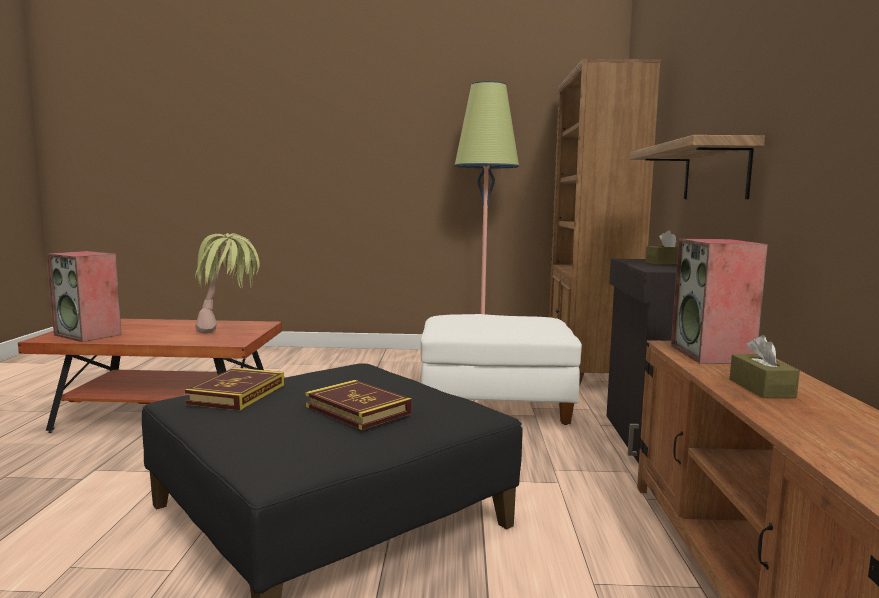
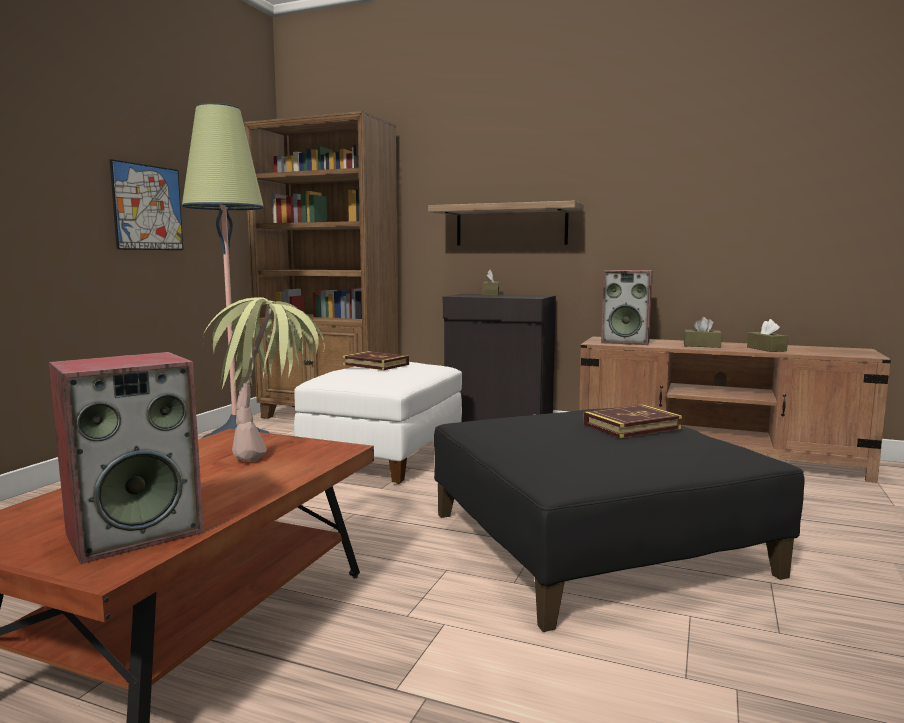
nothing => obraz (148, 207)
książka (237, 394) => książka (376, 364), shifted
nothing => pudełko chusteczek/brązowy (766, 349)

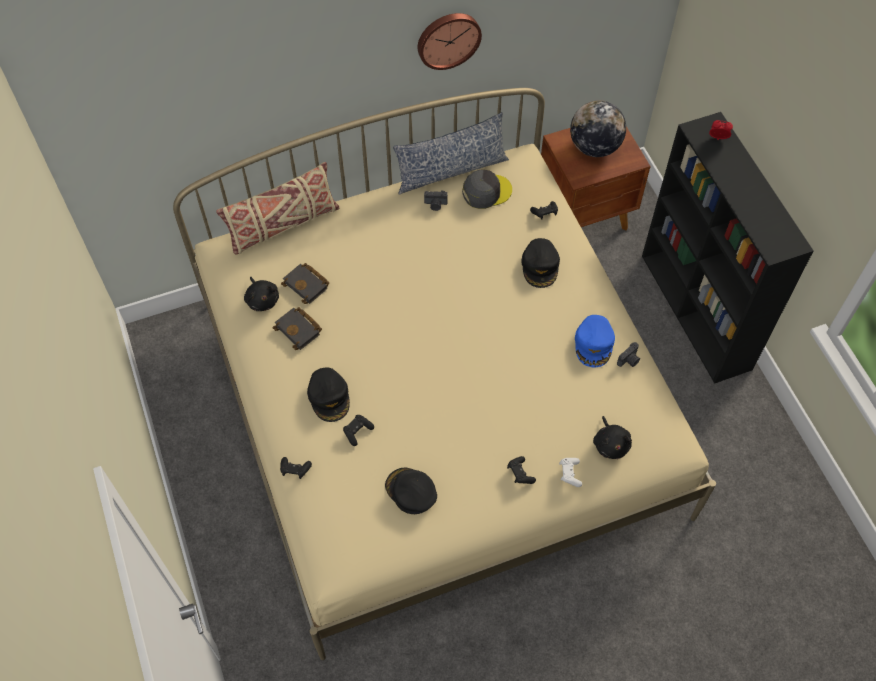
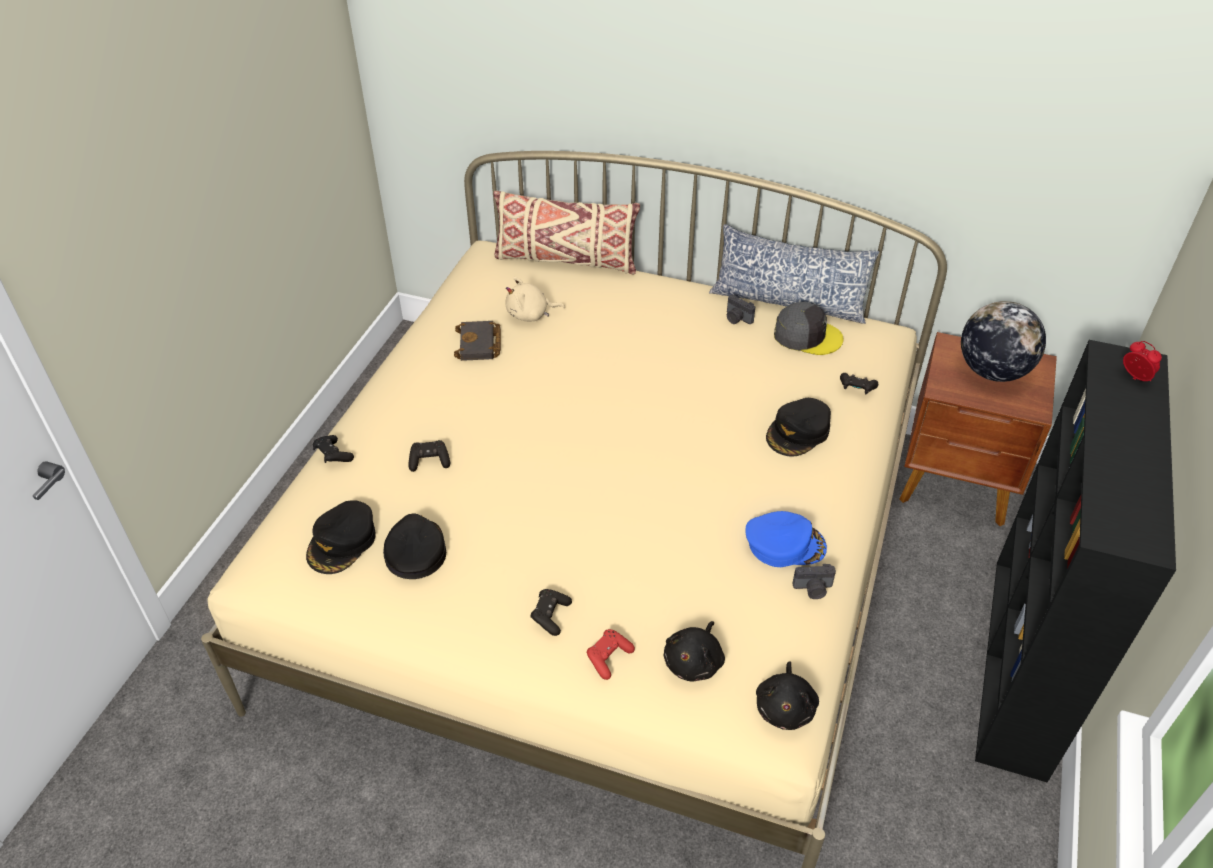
czapka z daszkiem/czarny (329, 397) => czapka z daszkiem/czarny (342, 542), shifted
książka/czarny (307, 285) => pluszak/beżowy (531, 314)
pad do gier/biały (570, 474) => pad do gier/czerwony (608, 658)
czapka z daszkiem/niebieski (594, 344) => czapka z daszkiem/niebieski (784, 544), 135 degrees counterclockwise
pluszak/czarny (262, 299) => pluszak/czarny (785, 707), shifted
zegar ścienny (448, 39) => nothing

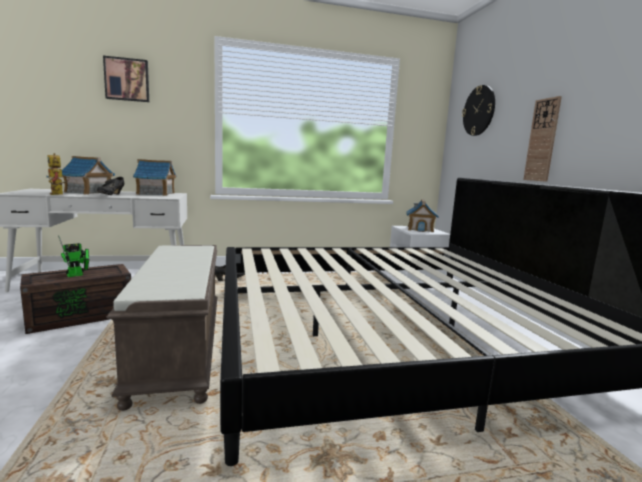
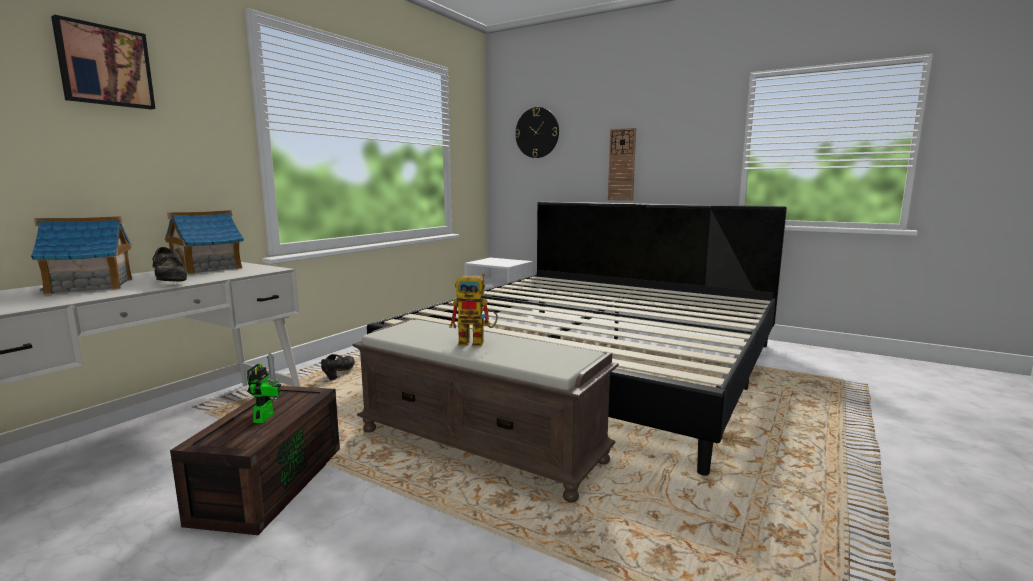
robot zabawkowy (58, 194) => robot zabawkowy (477, 342), shifted
domek (420, 229) => nothing

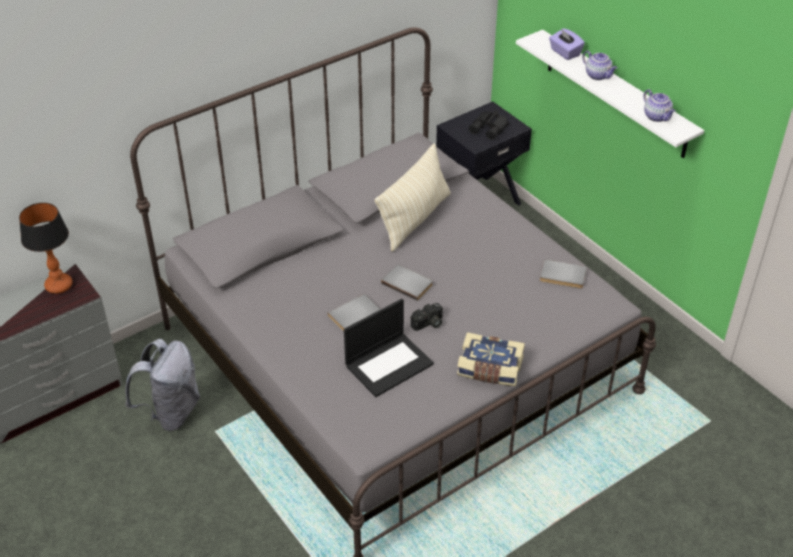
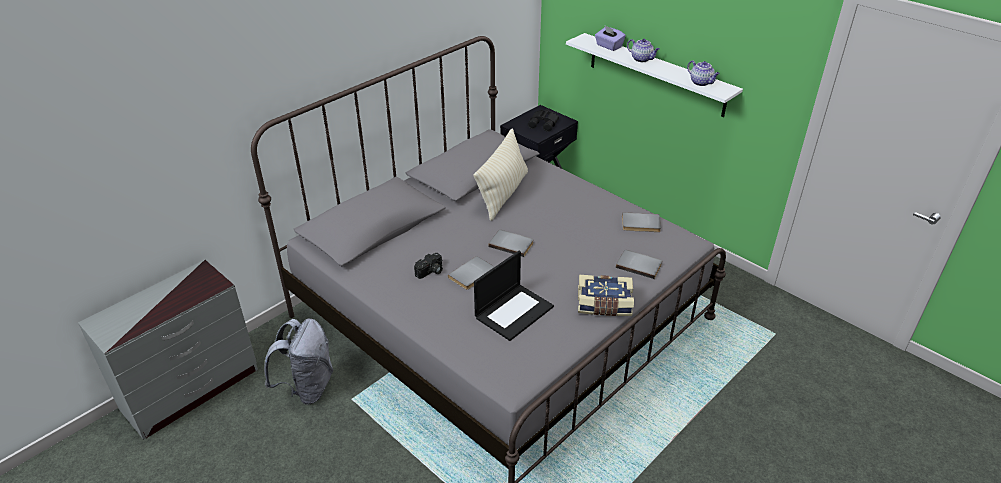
aparat fotograficzny (428, 324) => aparat fotograficzny (430, 272), shifted
nothing => książka/szary (639, 265)
lampa stołowa (59, 286) => nothing

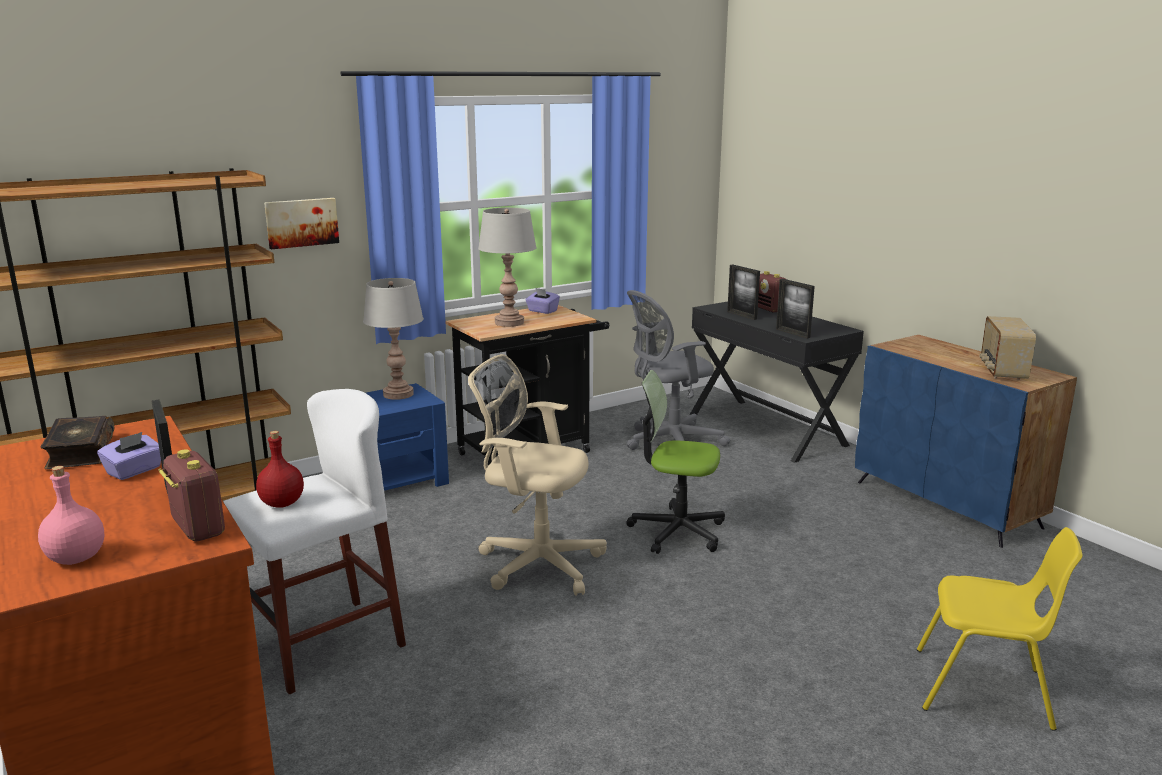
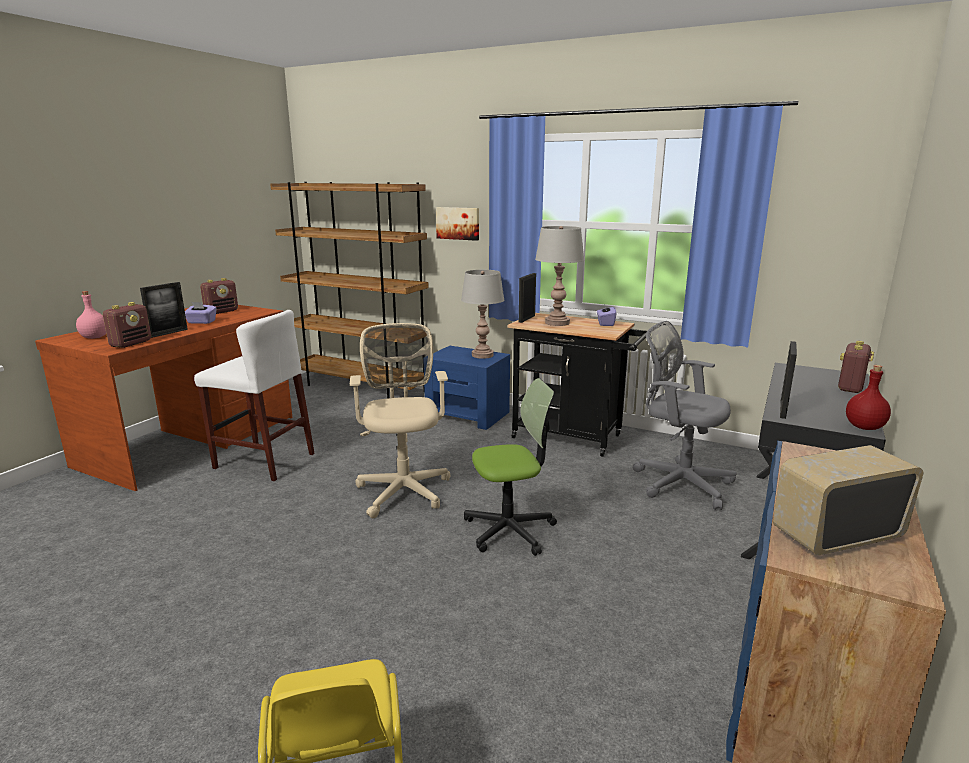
książka (79, 452) => radio (221, 311)
krzesło biurowe (677, 531) => krzesło biurowe (509, 530), 90 degrees clockwise
ramka na zdjęcie (741, 315) => ramka na zdjęcie (527, 319), shifted
butelka/czerwony (283, 503) => butelka/czerwony (865, 427), shifted

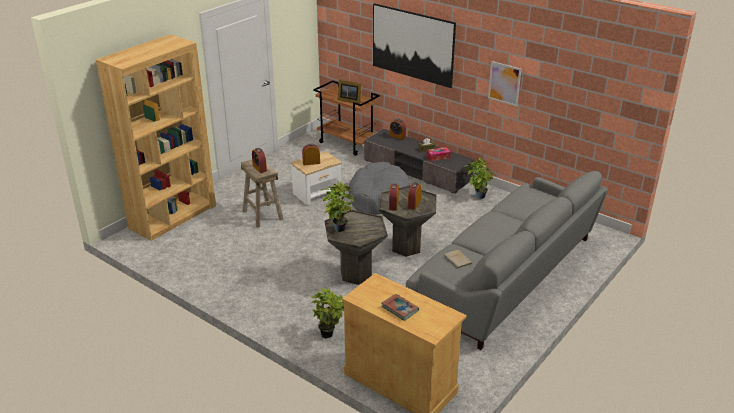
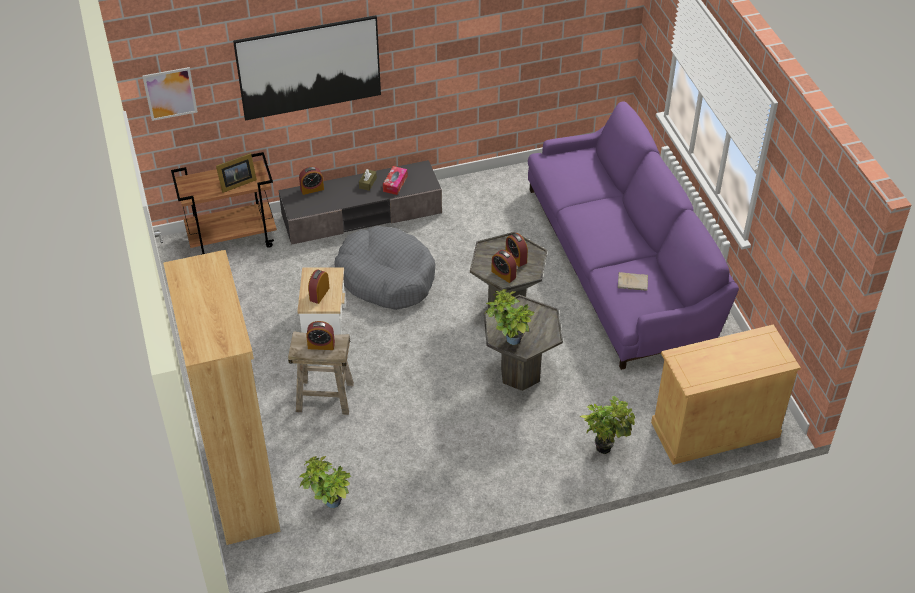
obraz (504, 83) => obraz (170, 93), shifted
roślina doniczkowa (478, 196) => roślina doniczkowa (328, 504), shifted
kanapa/szary (506, 276) => kanapa/fioletowy (620, 264)
książka (400, 309) => nothing

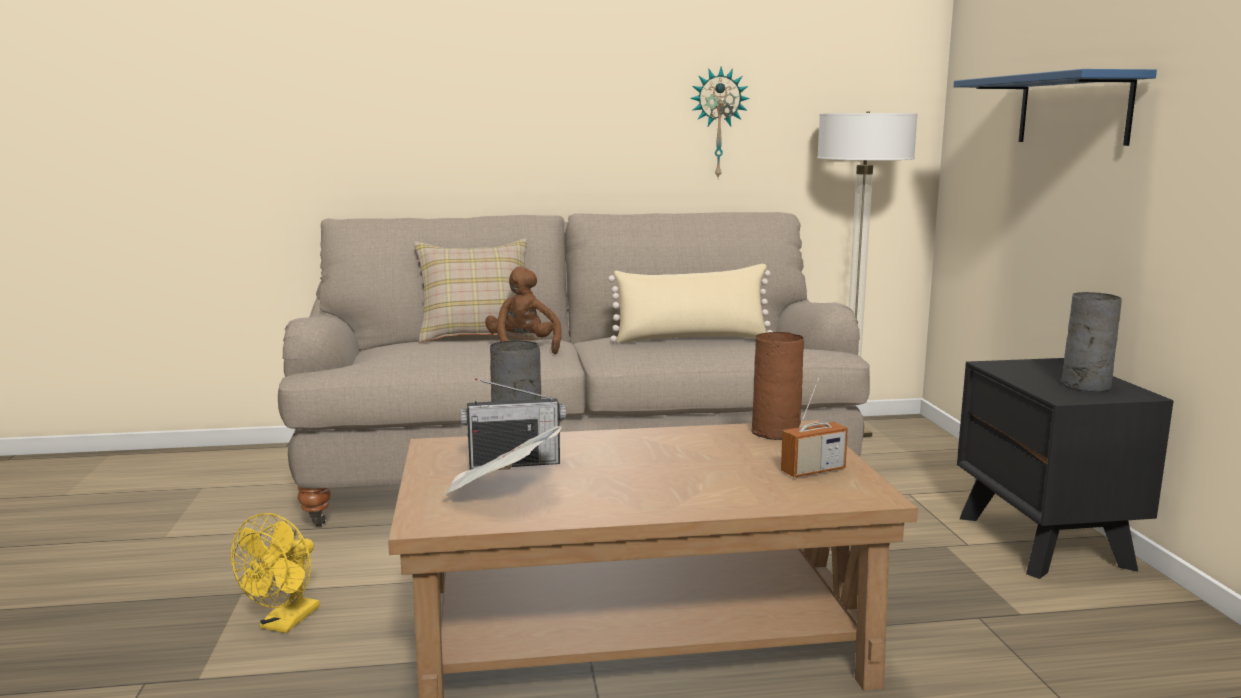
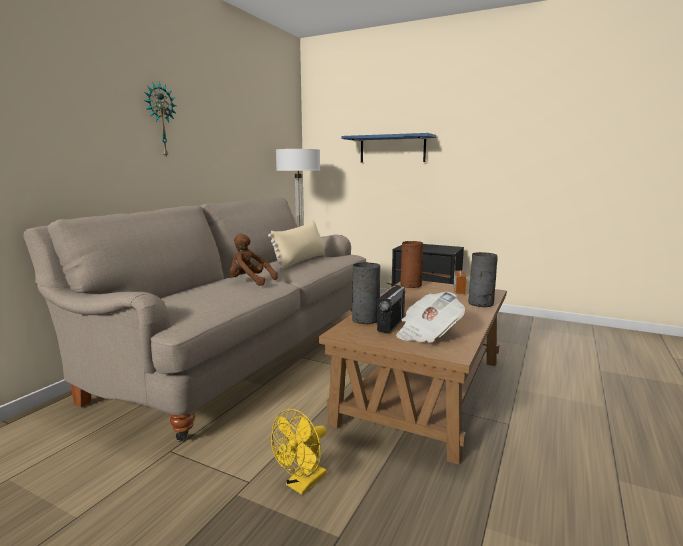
zegar ścienny (718, 123) => zegar ścienny (160, 120), shifted
wentylator/żółty (285, 623) => wentylator/żółty (302, 484), 75 degrees clockwise
wazon/szary (1084, 386) => wazon/szary (480, 303), shifted
poduszka/beżowy (476, 335) => nothing

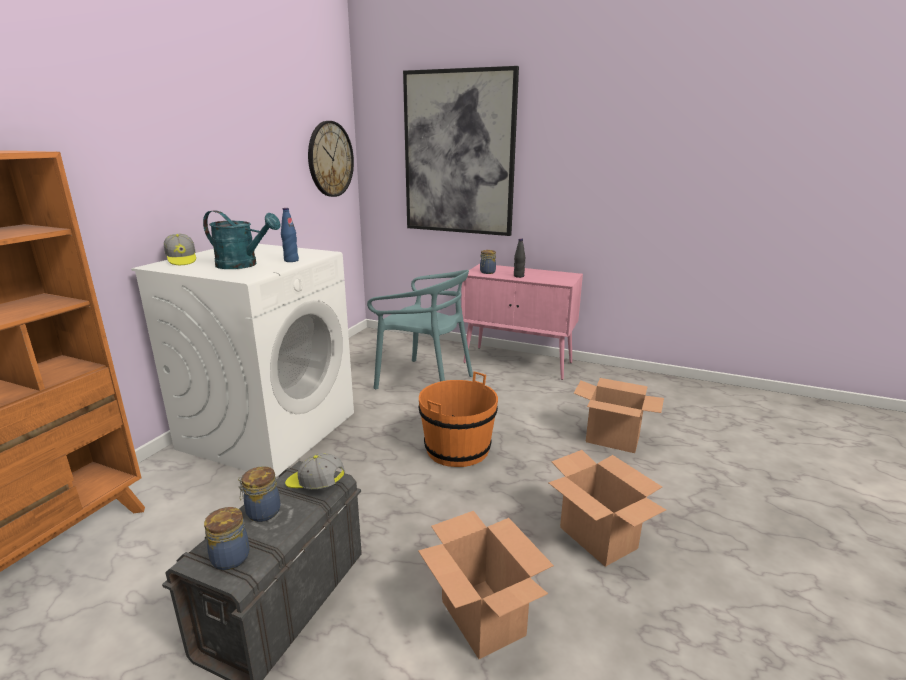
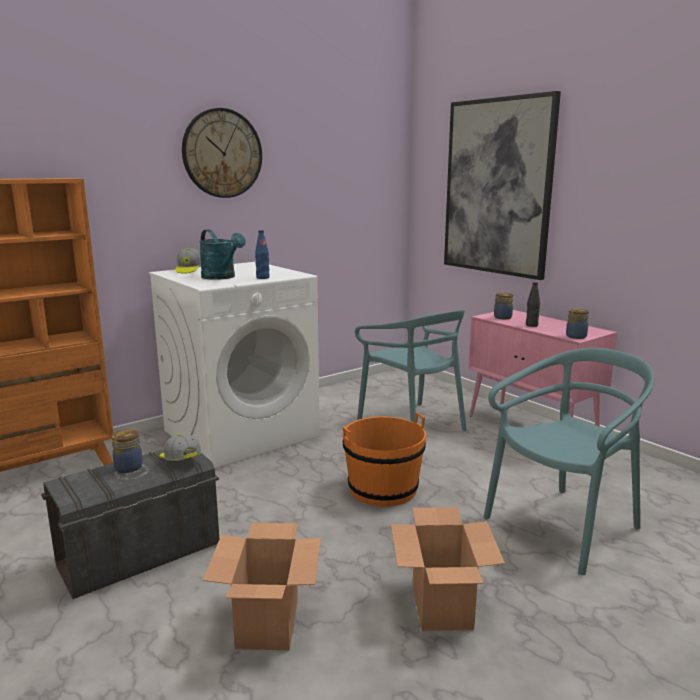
zegar ścienny (330, 159) => zegar ścienny (222, 153), shifted
karton (613, 439) => krzesło/turkusowy (564, 527)
słoik (229, 557) => słoik (575, 336), shifted

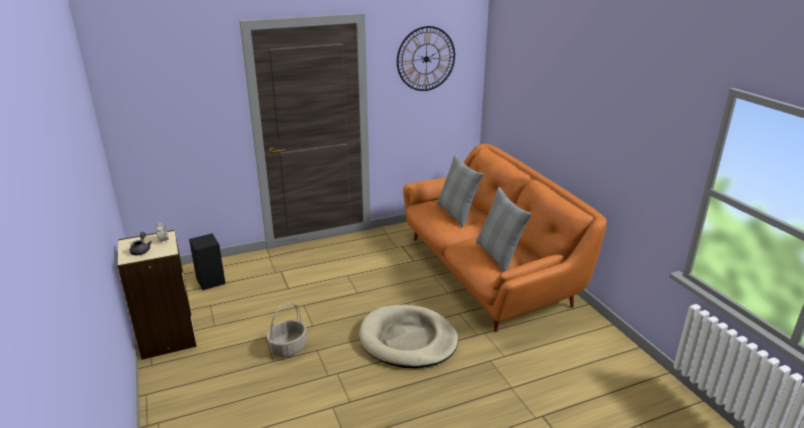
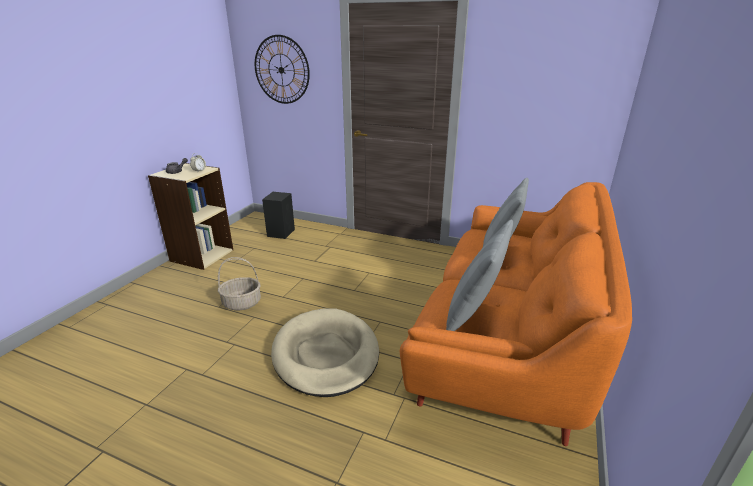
zegar ścienny (426, 59) => zegar ścienny (281, 70), shifted

